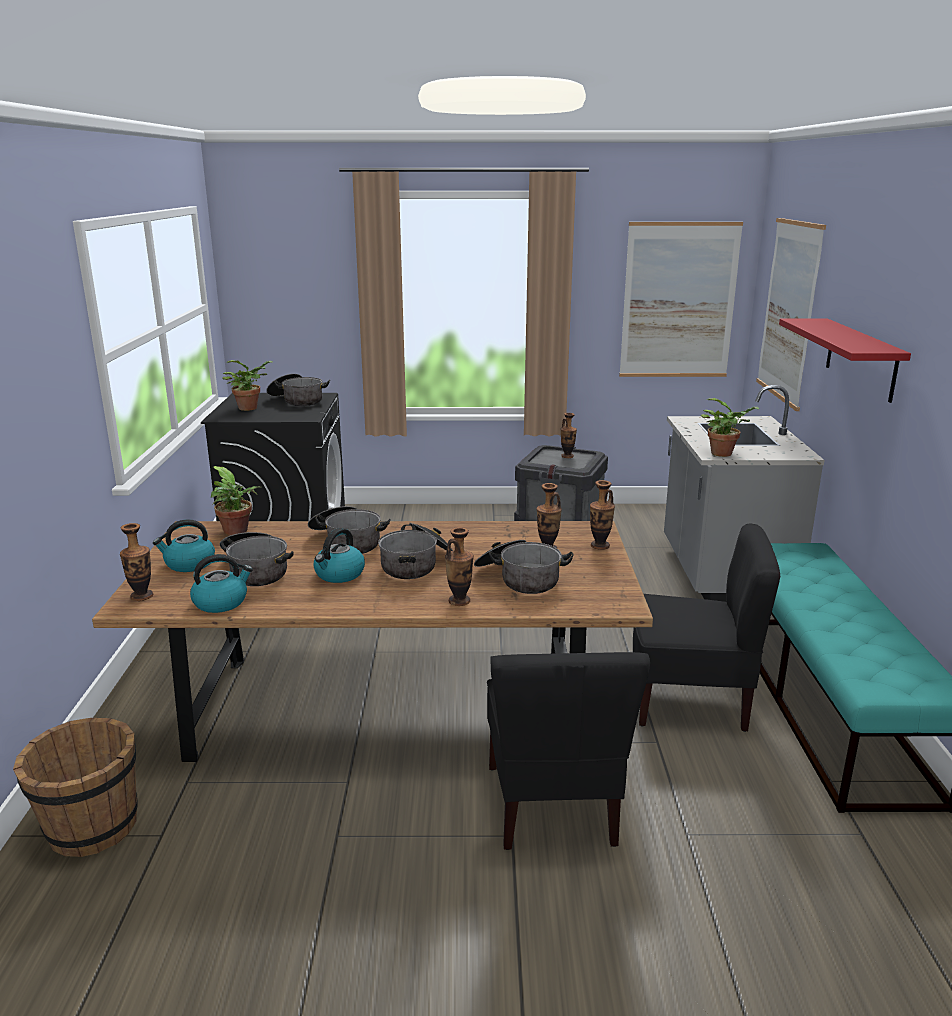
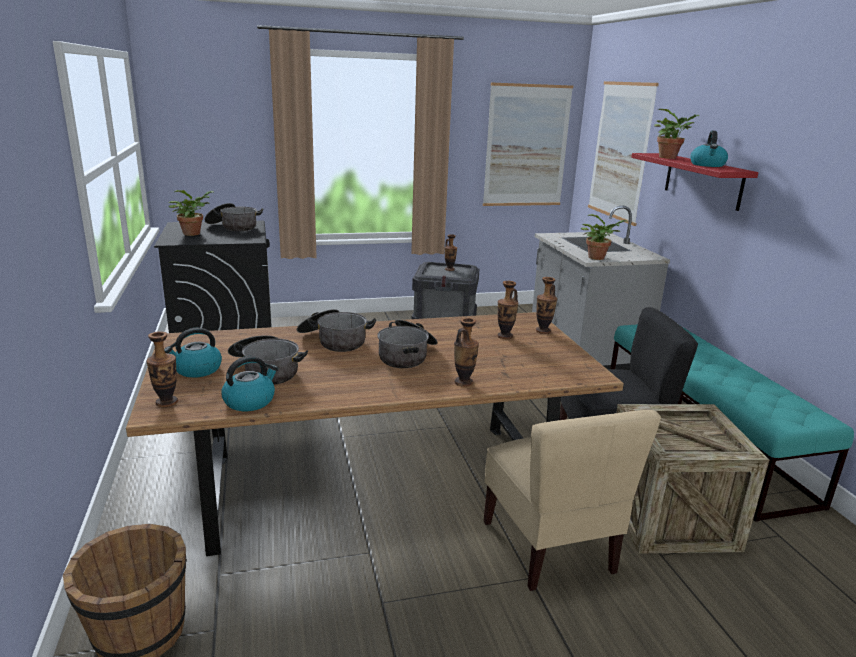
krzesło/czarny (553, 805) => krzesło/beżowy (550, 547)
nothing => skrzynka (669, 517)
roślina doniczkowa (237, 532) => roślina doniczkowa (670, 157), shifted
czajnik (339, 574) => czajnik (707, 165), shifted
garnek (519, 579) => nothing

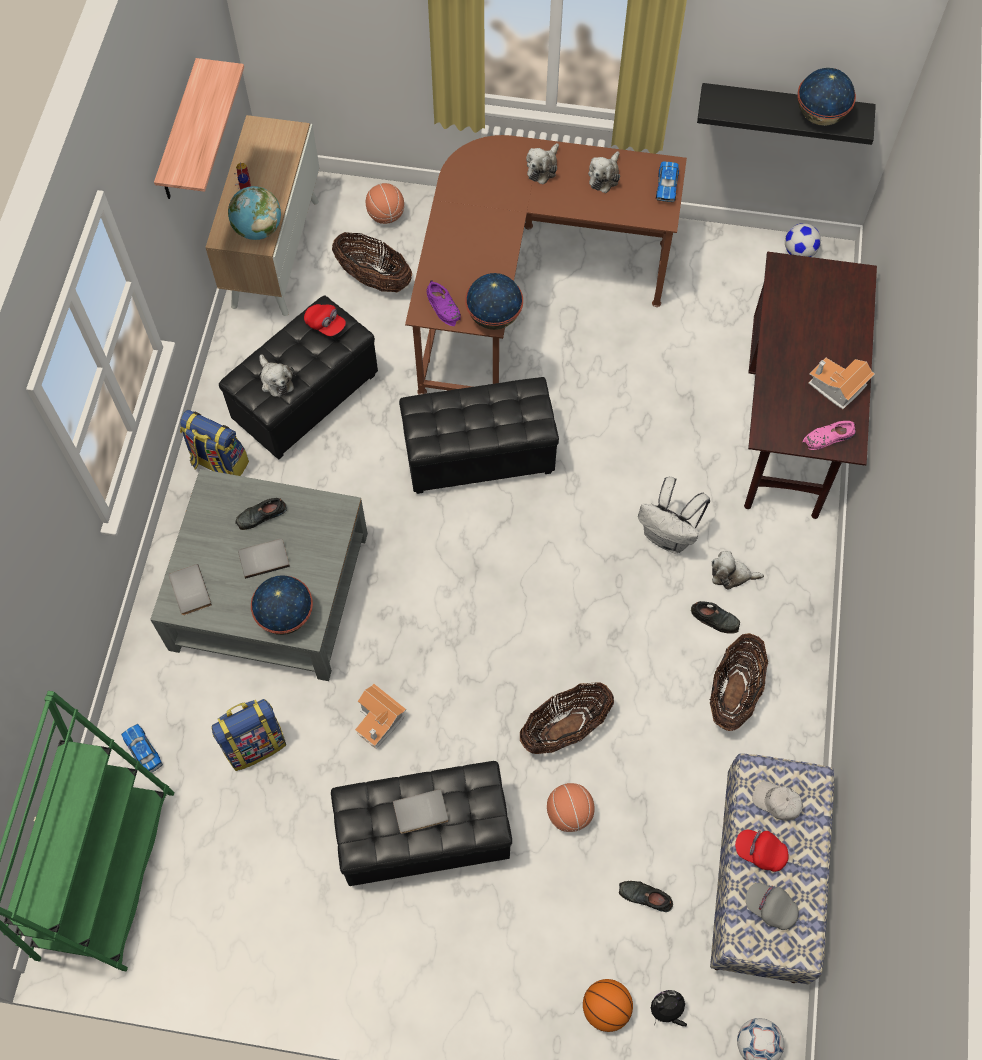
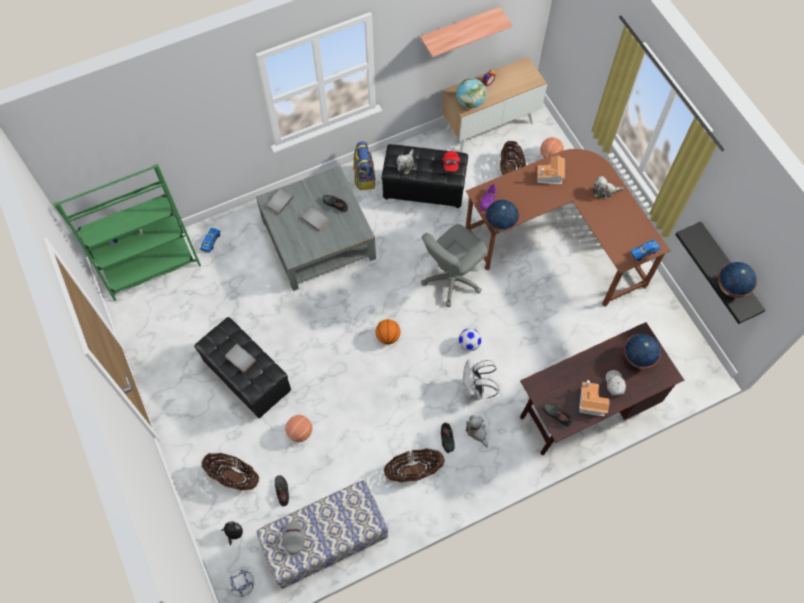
koszyk (565, 728) => koszyk (233, 476), shifted
piłka do koszykówki (605, 1008) => piłka do koszykówki (388, 336), shifted
pufa/czarny (479, 457) => krzesło biurowe/szary (451, 279)
piłka futbolowa (799, 252) => piłka futbolowa (469, 344), shifted
domek (380, 721) => domek (550, 176), shifted
but/różowy (828, 438) => but/czarny (556, 414)
czapka z daszkiem/biały (777, 802) => czapka z daszkiem/biały (614, 384), shifted
globus (285, 616) => globus (637, 358), shifted
plecak (254, 743) => nothing
pluszak (604, 177) => nothing
czapka z daszkiem/czerwony (760, 852) => nothing

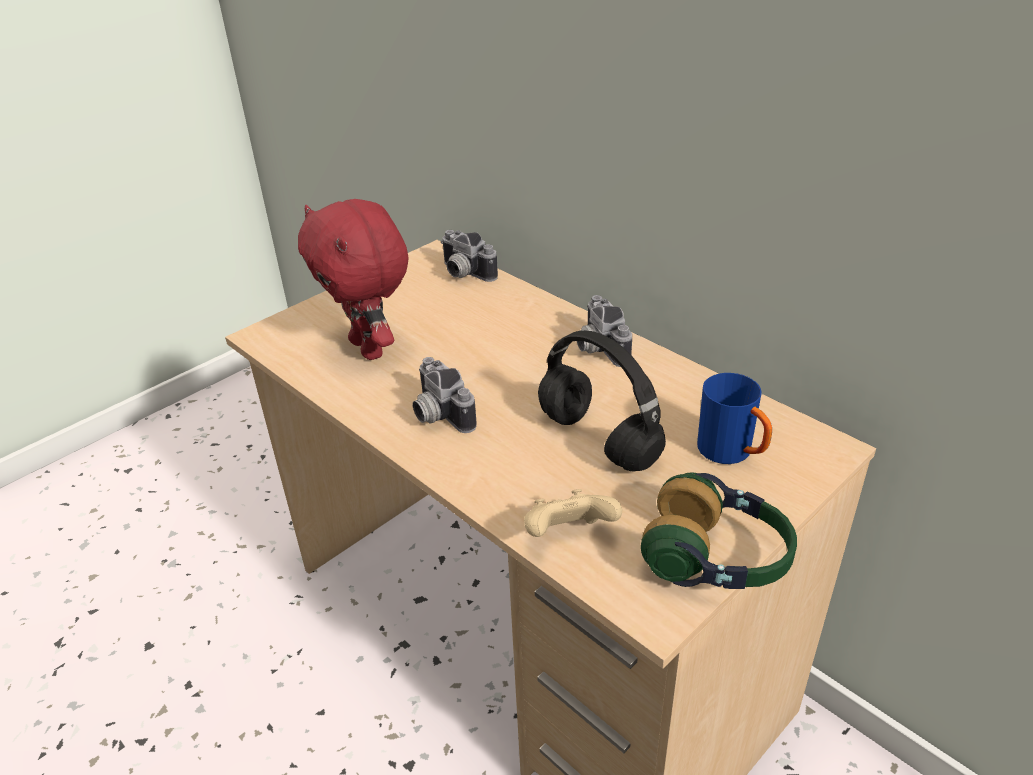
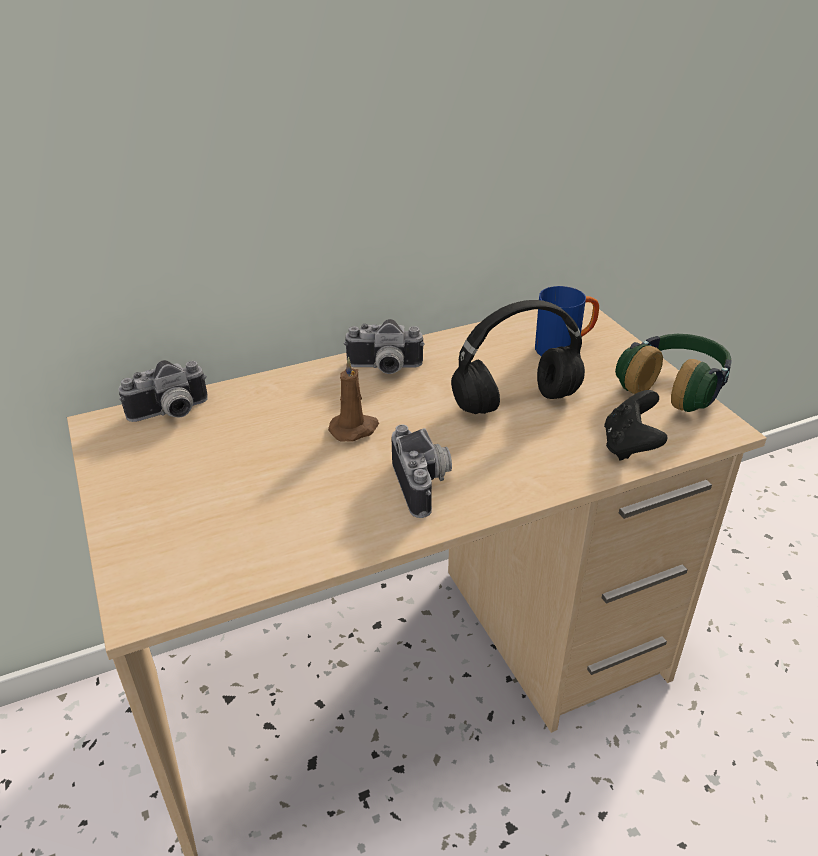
nothing => świeca/brązowy (354, 429)
aparat fotograficzny (437, 415) => aparat fotograficzny (425, 484), 90 degrees counterclockwise
pad do gier/beżowy (568, 535) => pad do gier/czarny (629, 446)
pluszak/czerwony (370, 348) => nothing

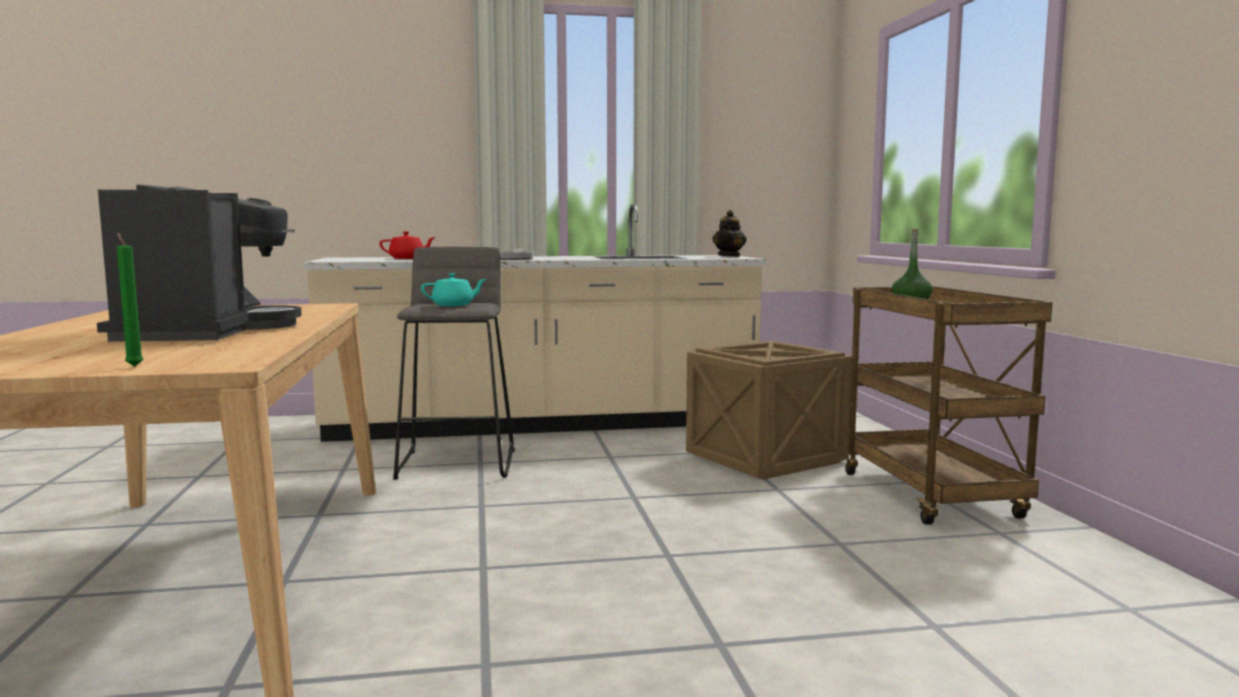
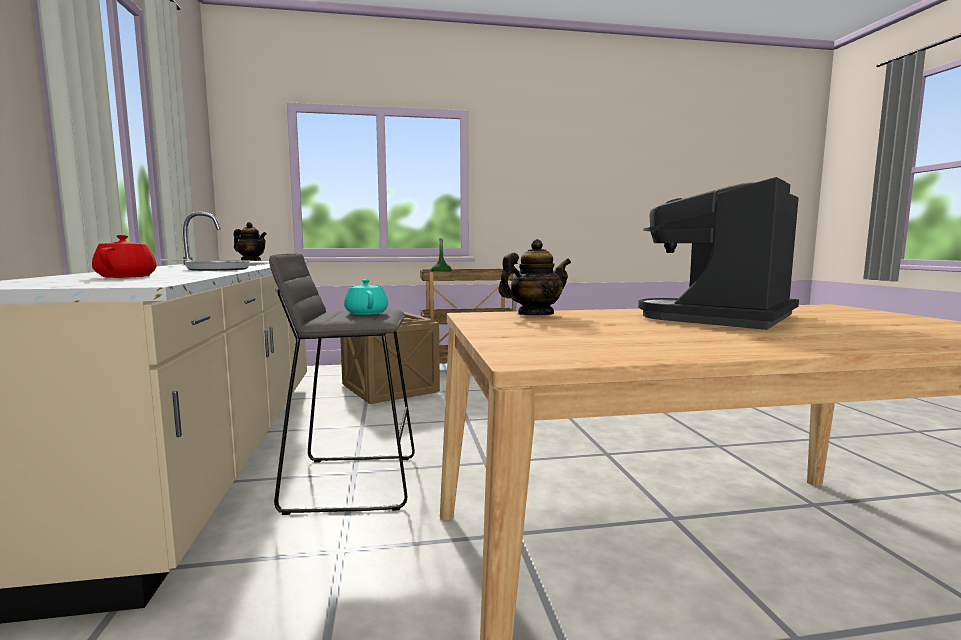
nothing => imbryk (535, 315)
ekspres do kawy (204, 332) => ekspres do kawy (724, 318), 45 degrees counterclockwise
świeca/zielony (134, 366) => nothing

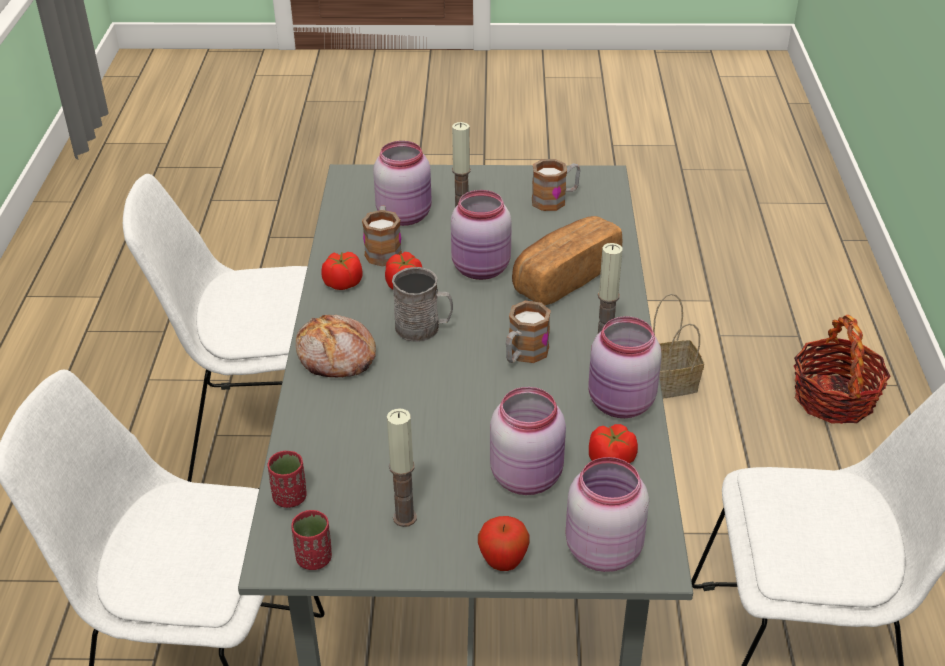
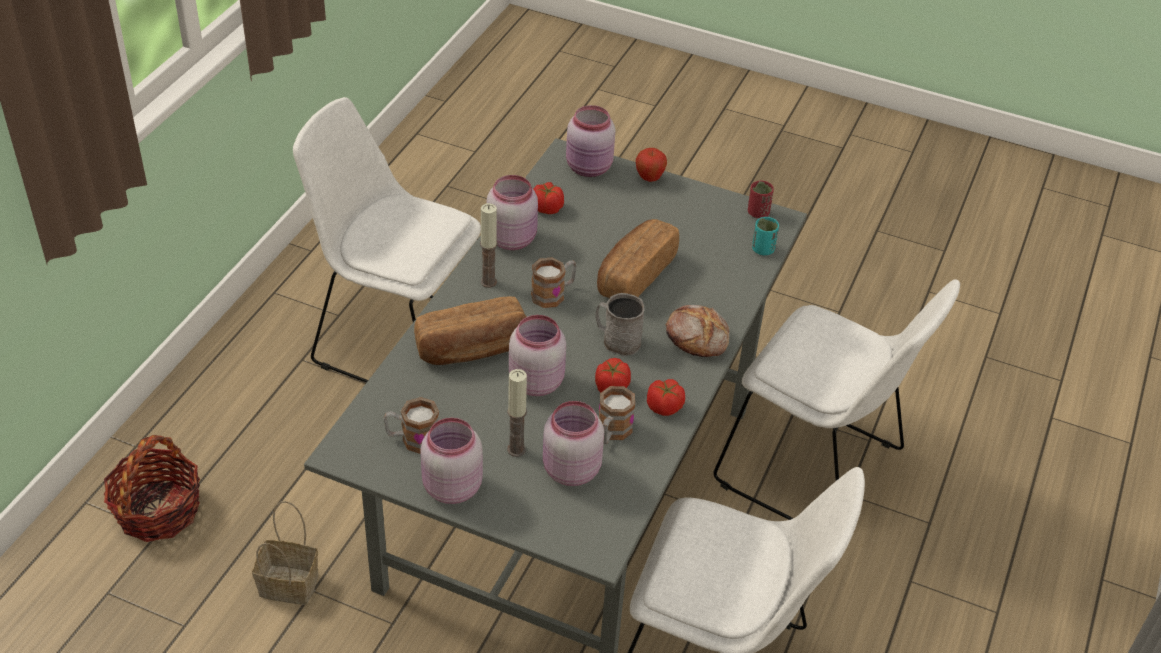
słoik/różowy (528, 476) => słoik/różowy (450, 487), shifted
nothing => chleb (634, 275)
filiżanka/czerwony (290, 497) => filiżanka/turkusowy (763, 249)
świeca (404, 517) => nothing

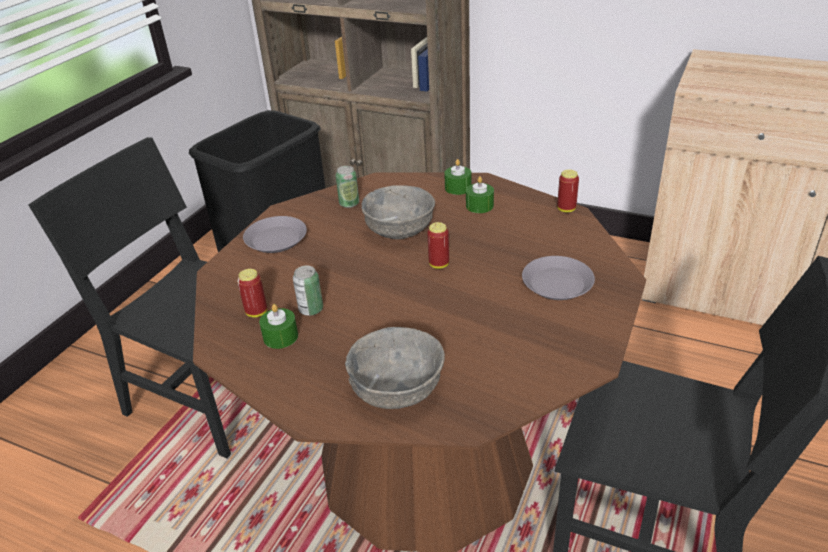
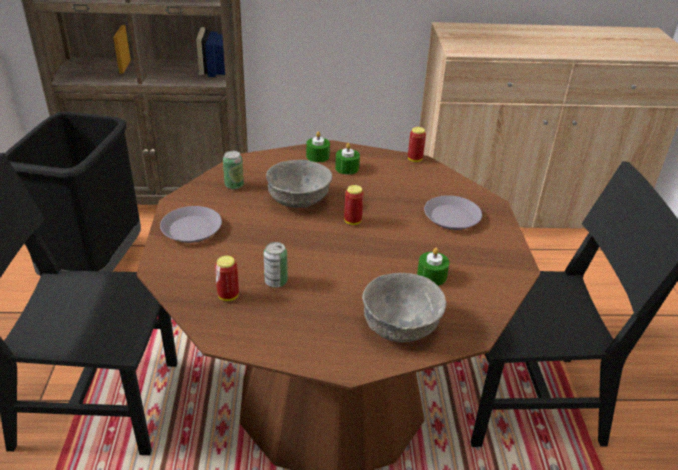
świeca/zielony (280, 337) => świeca/zielony (431, 276), shifted

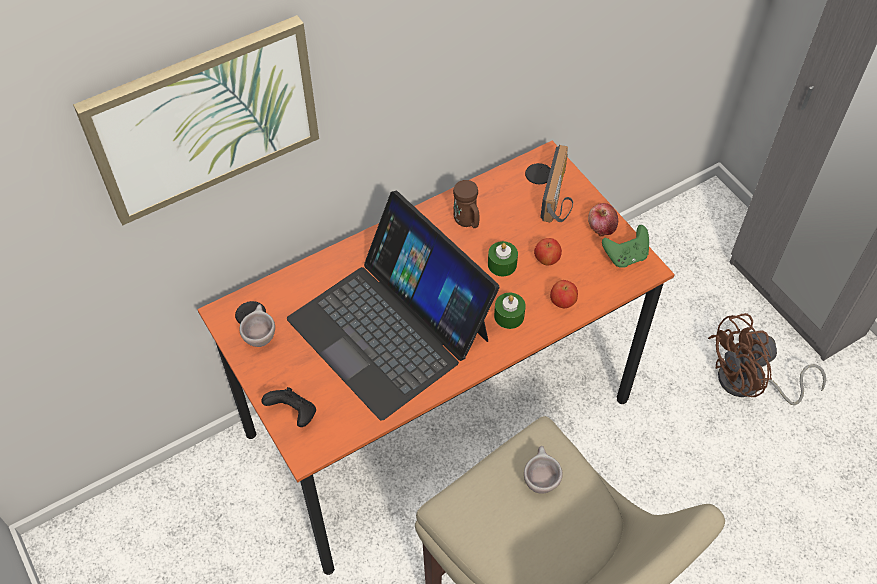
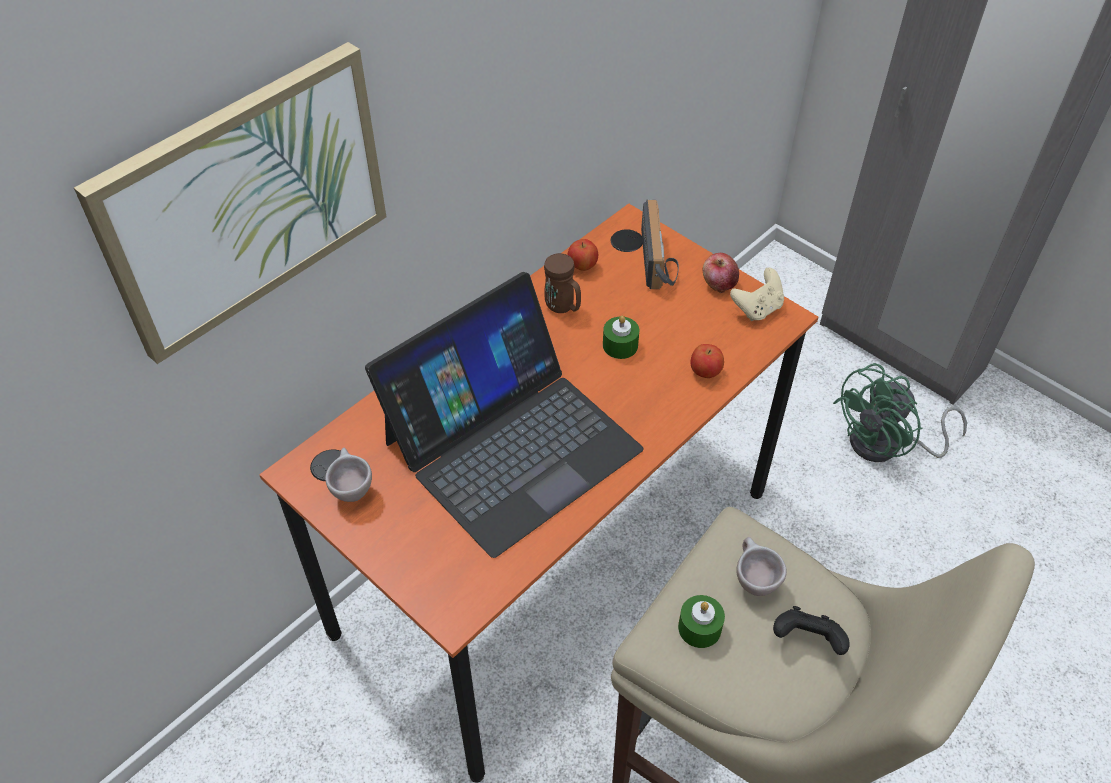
laptop (390, 328) => laptop (511, 444), 75 degrees counterclockwise
jabłko (546, 260) => jabłko (582, 266), shifted
świeca/zielony (509, 316) => świeca/zielony (699, 628), shifted
pad do gier/zielony (625, 256) => pad do gier/beżowy (757, 308)
pad do gier/czarny (293, 414) => pad do gier/czarny (807, 640), shifted
wentylator/brązowy (749, 383) => wentylator/zielony (886, 445)

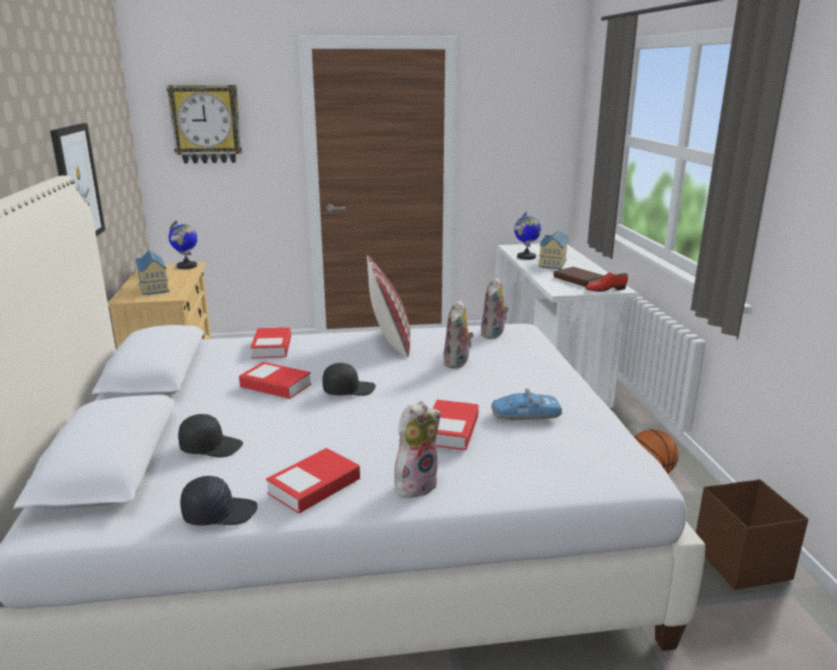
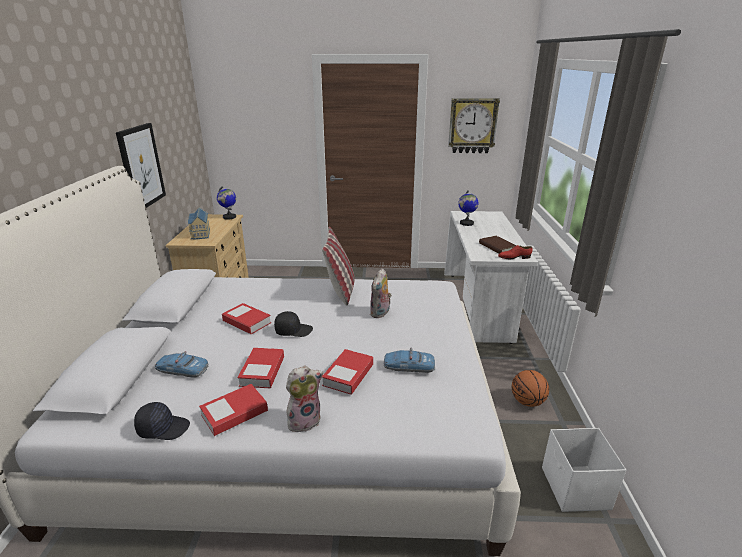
czapka z daszkiem/czarny (211, 446) => samochodzik (182, 370)
książka (272, 347) => książka (262, 371), shifted
zegar ścienny (206, 124) => zegar ścienny (472, 126), shifted
pojemnik do przechowywania/brązowy (741, 563) => pojemnik do przechowywania/biały (575, 489)
pluszak (494, 334) => nothing
domek (551, 263) => nothing

